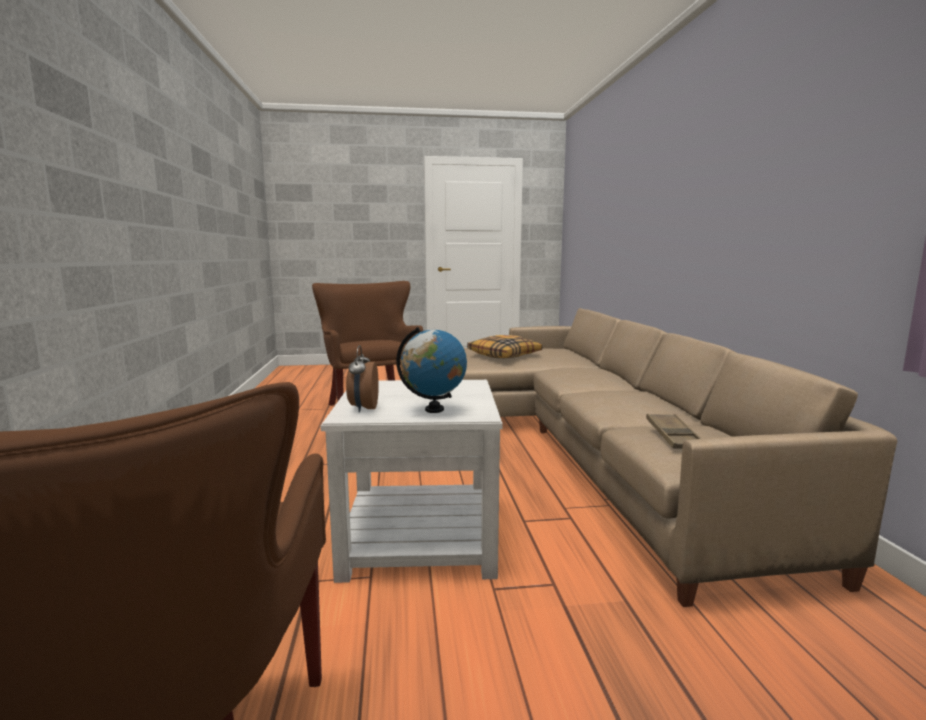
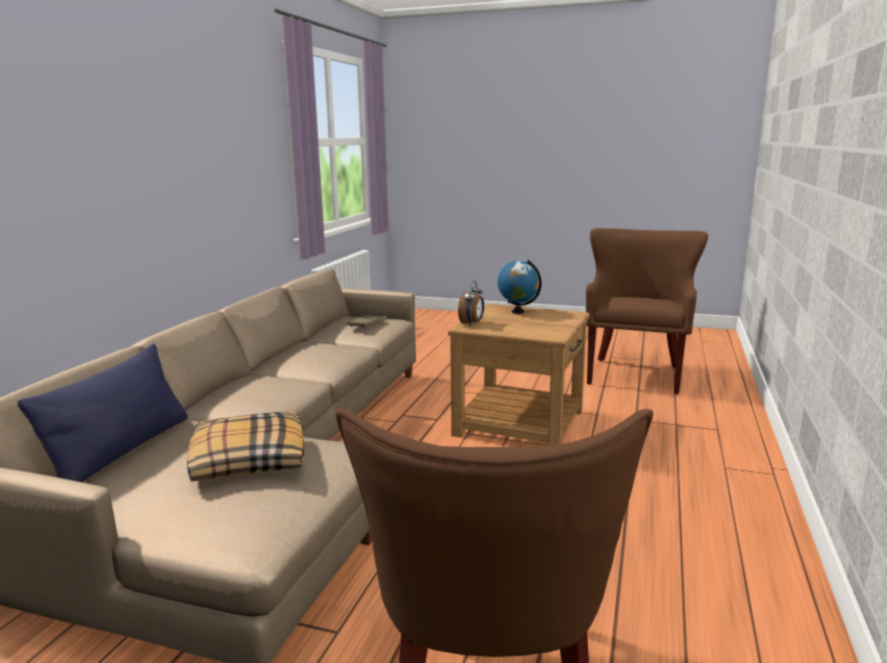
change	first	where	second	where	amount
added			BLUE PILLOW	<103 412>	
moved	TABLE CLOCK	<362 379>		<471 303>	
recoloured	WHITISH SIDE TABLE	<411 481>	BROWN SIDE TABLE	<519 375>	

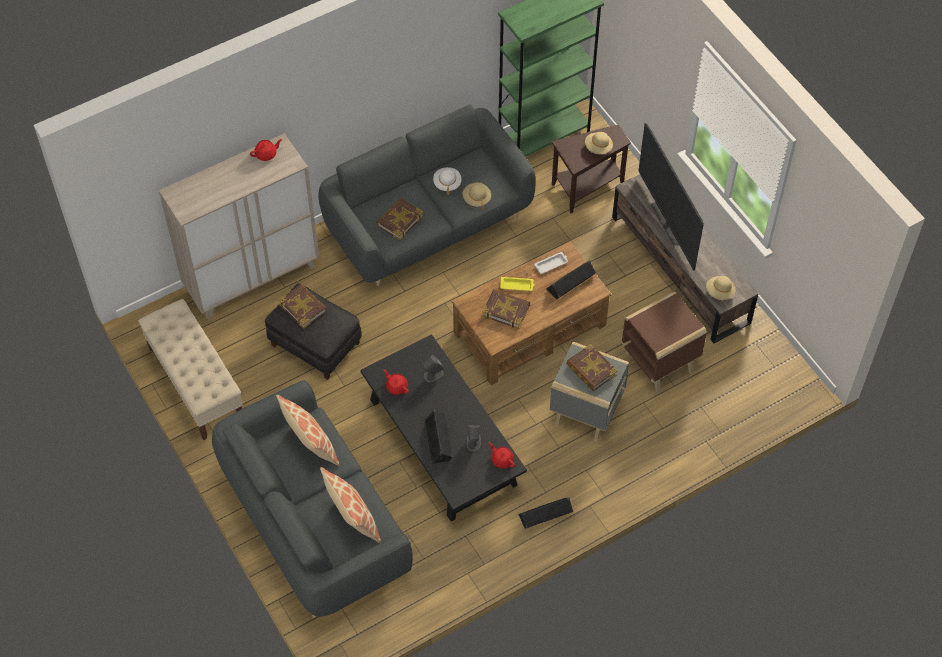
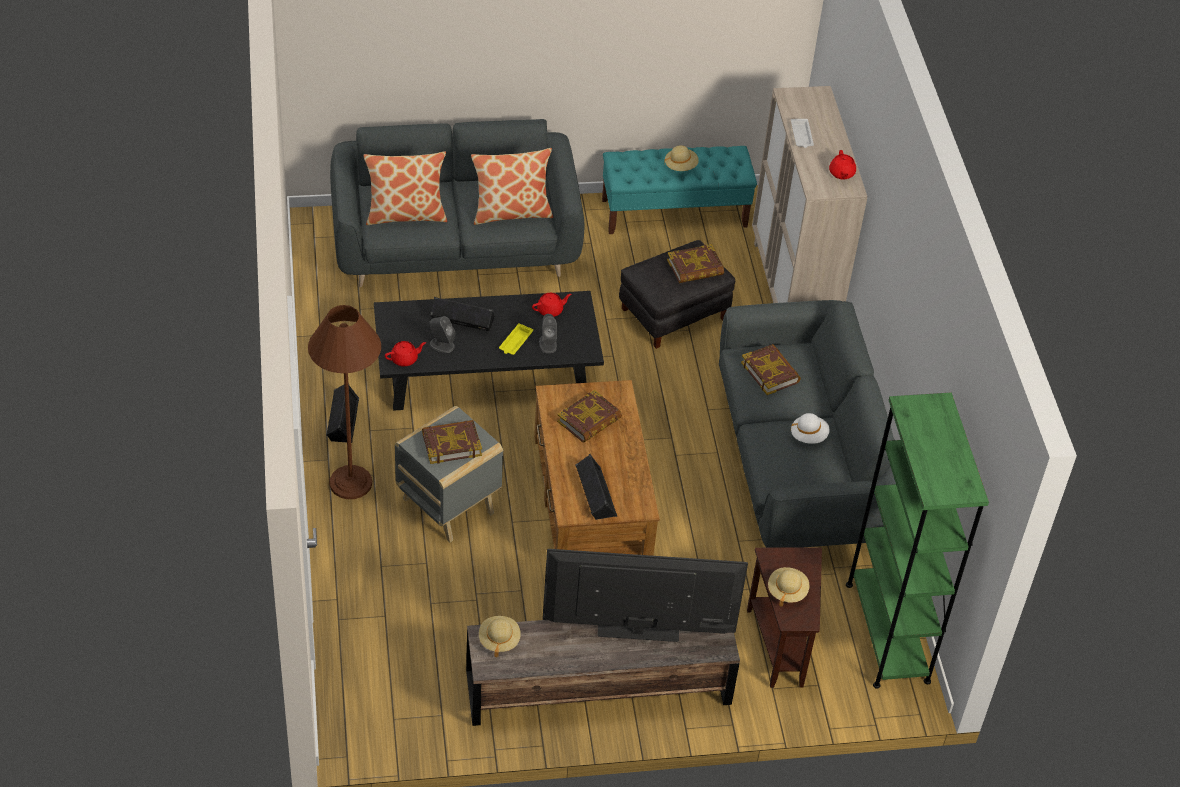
change	first	where	second	where	amount
removed	BROWN SIDE TABLE	<664 342>			
added			BROWN STANDARD LAMP	<344 402>	
moved	BEIGE-COLOURED WEARABLE HAT	<477 196>		<681 158>	
moved	YELLOW-COLOURED SERVING TRAY	<517 284>		<516 339>	
moved	WHITISH SERVING TRAY	<551 263>		<802 133>	
recoloured	BEIGE-COLOURED BENCH	<190 369>	TURQUOISE-COLOURED BENCH	<679 190>	

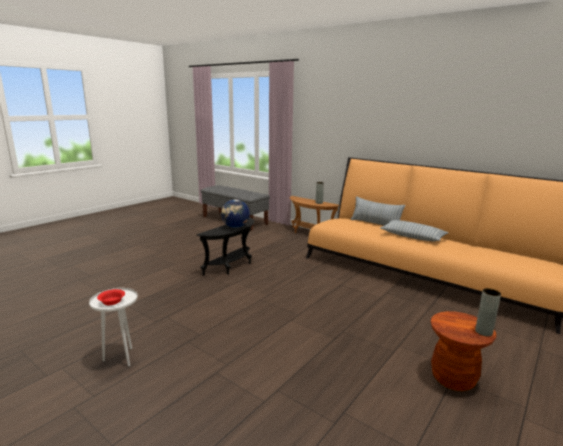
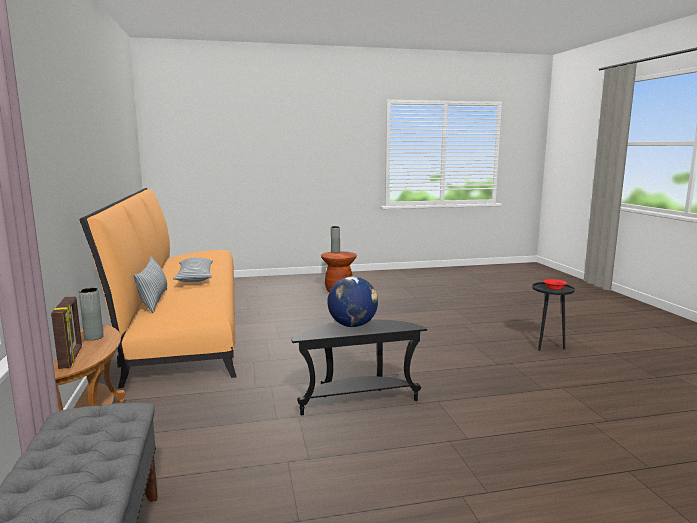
change	first	where	second	where	amount
added			PICTURE FRAME	<66 332>	
recoloured	WHITISH SIDE TABLE	<113 327>	BLACKISH SIDE TABLE	<553 316>	

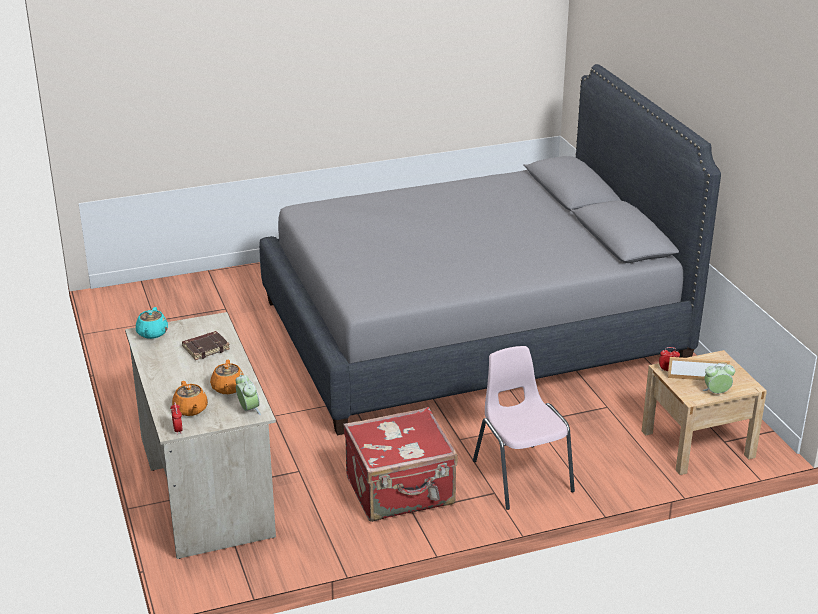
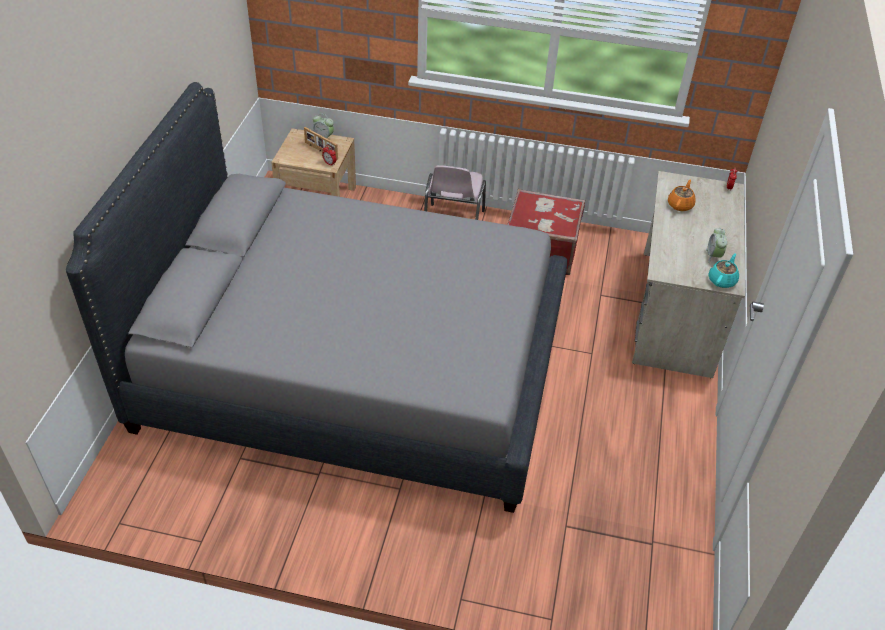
change	first	where	second	where	amount
removed	ORANGEY TEA POT	<190 398>			
removed	BROWN VOLUME	<206 345>			
moved	TABLE CLOCK	<248 395>		<716 245>	

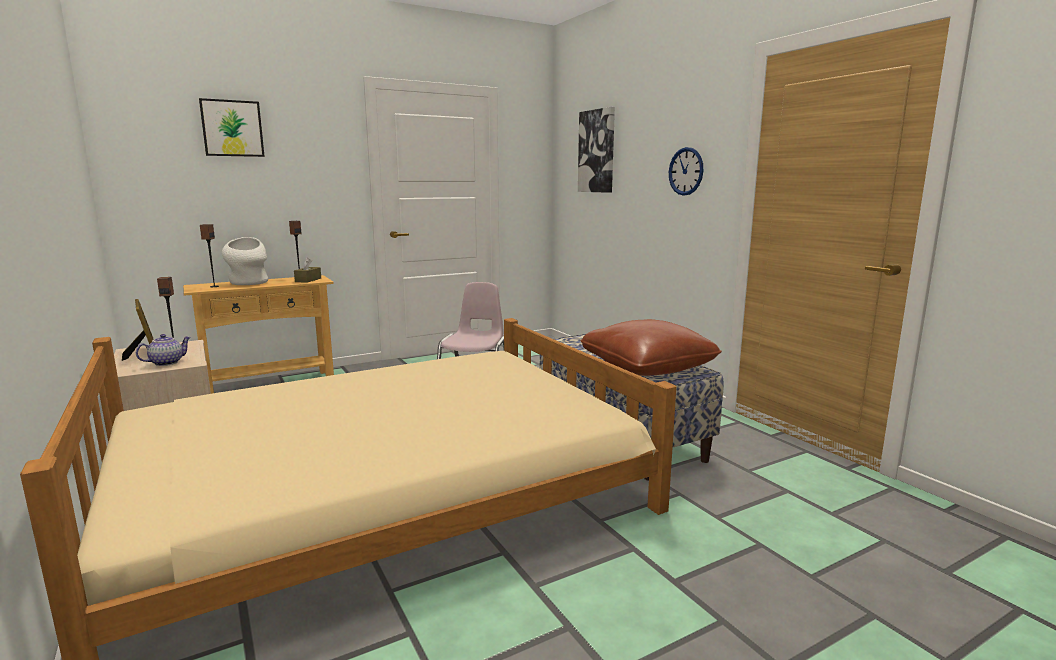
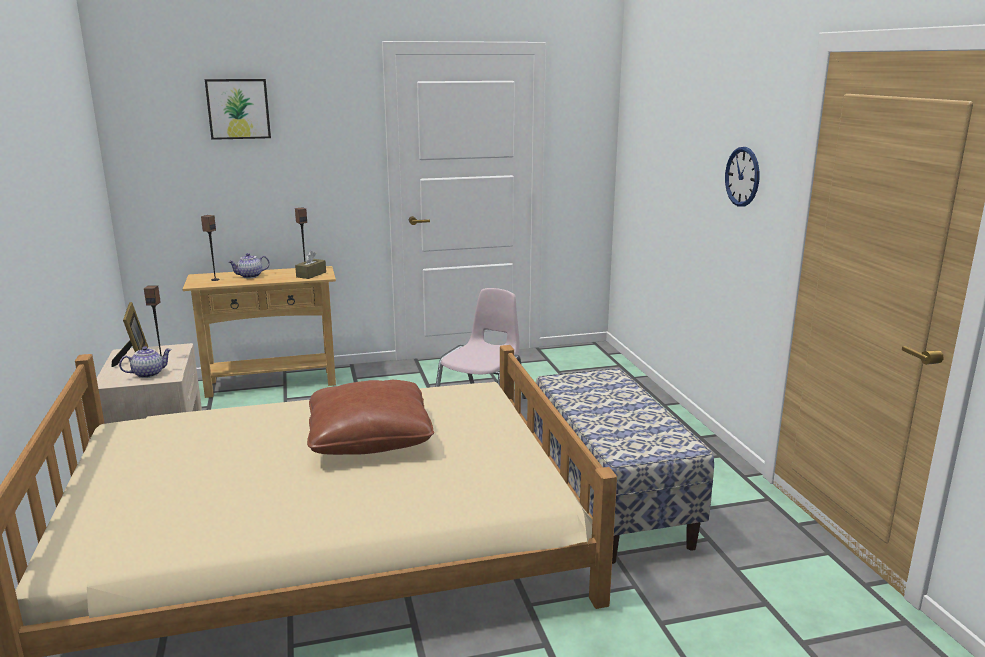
change	first	where	second	where	amount
removed	PICTURE	<596 150>			
moved	BROWN PILLOW	<651 347>		<370 417>	
replaced	WHITISH FLOWER VASE	<245 261>	TEA POT	<249 265>	

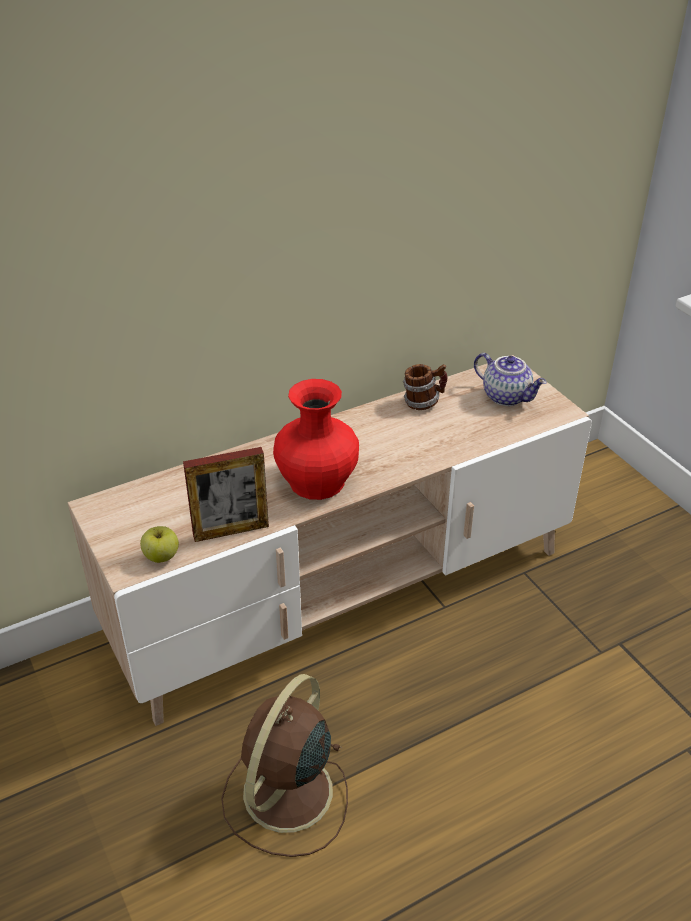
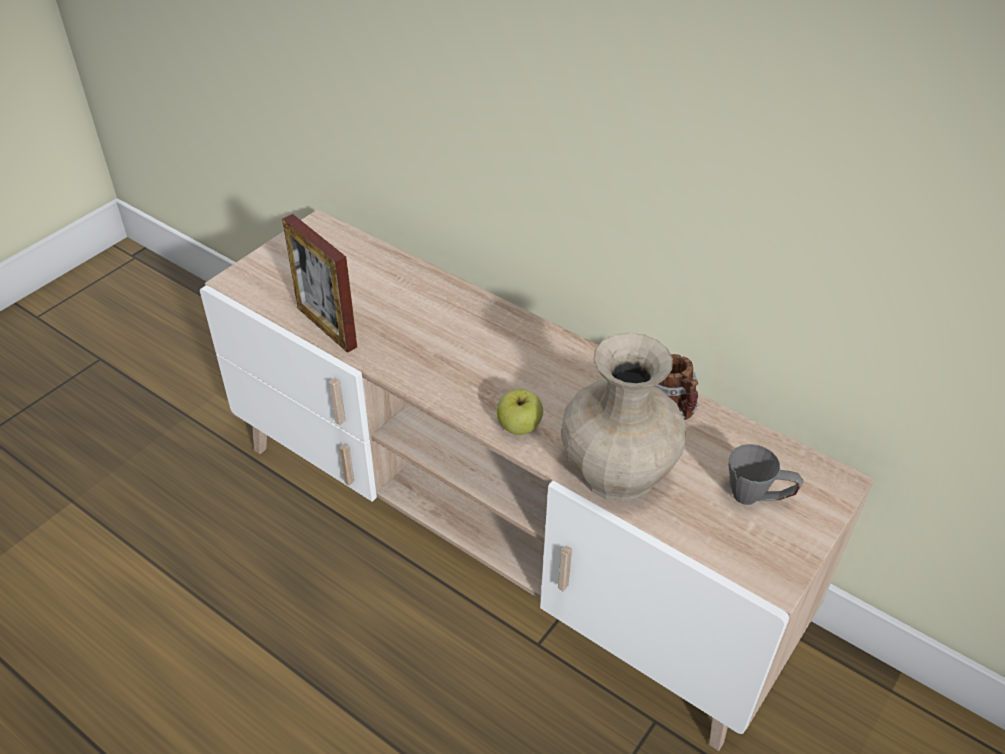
change	first	where	second	where	amount
removed	BROWN FAN	<284 765>			
removed	REDDISH FLOWER VASE	<316 439>			
added			BEIGE-COLOURED FLOWER VASE	<623 417>	
moved	APPLE FRUIT	<159 544>		<520 412>	
replaced	TEA POT	<510 379>	GRAY TEA MUG	<766 474>	

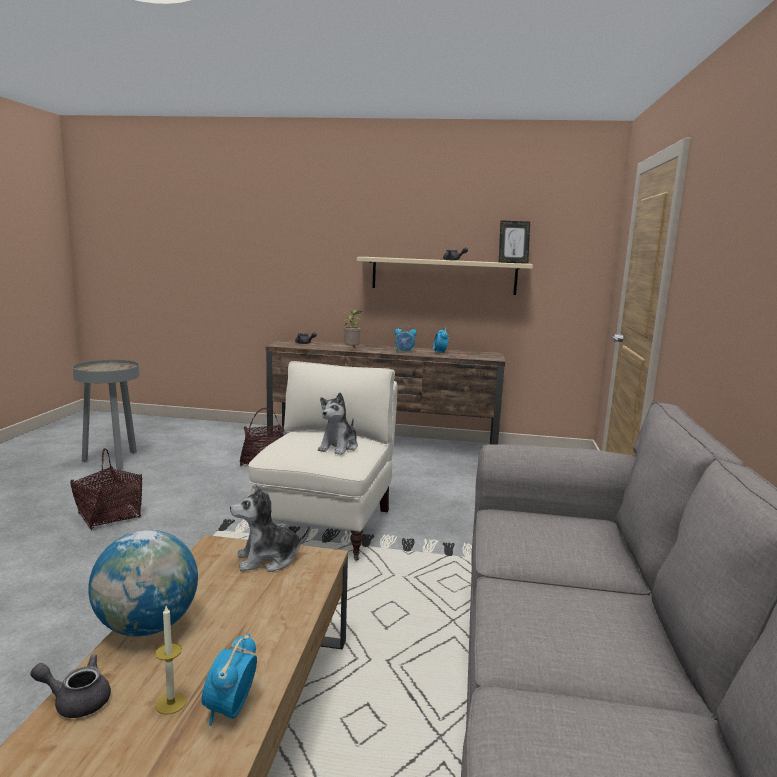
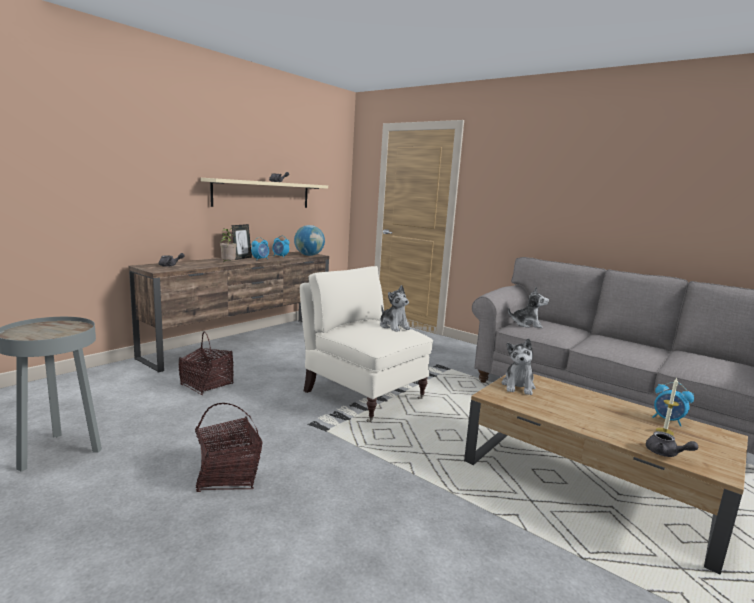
change	first	where	second	where	amount
added			PLUSH TOY	<528 307>	
moved	GLOBE	<143 583>		<309 240>	
moved	PICTURE FRAME	<514 242>		<242 242>	
turned	GRAY TEA POT	<70 686>		<672 444>	75 degrees counterclockwise

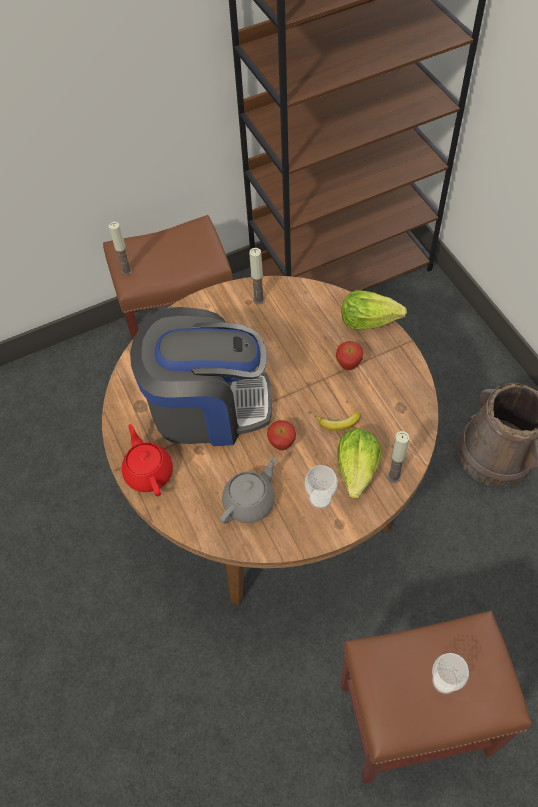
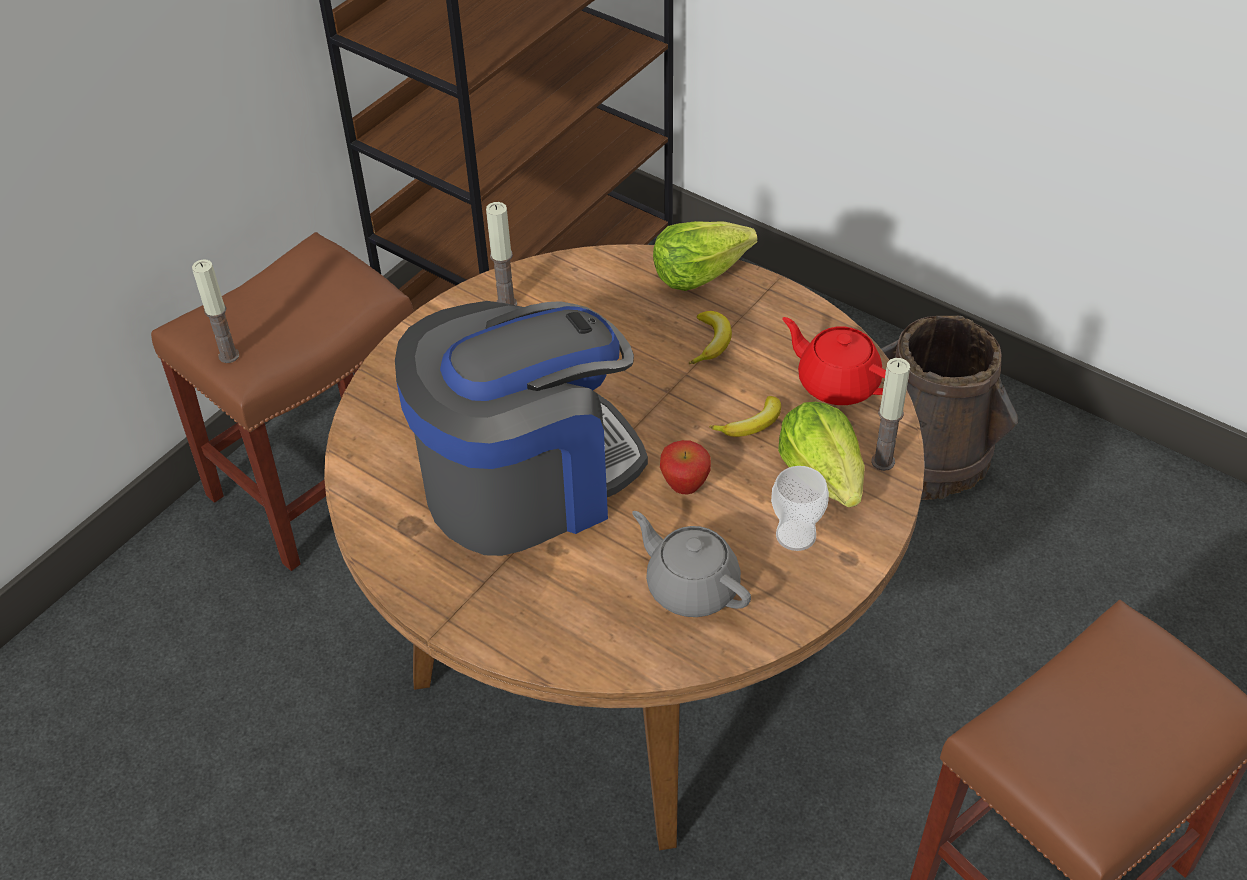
change	first	where	second	where	amount
removed	CUP	<450 673>			
moved	REDDISH TEA POT	<147 460>		<834 361>	
replaced	APPLE FRUIT	<349 355>	BANANA	<710 337>	
turned	GRAY TEA POT	<248 490>		<691 564>	60 degrees counterclockwise

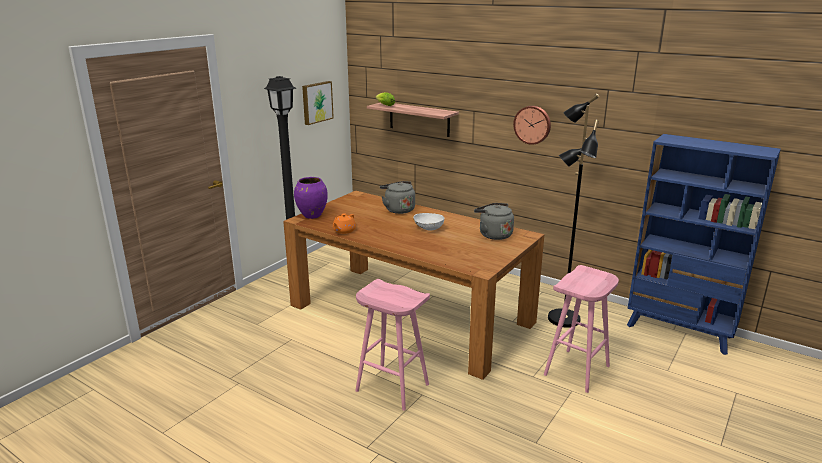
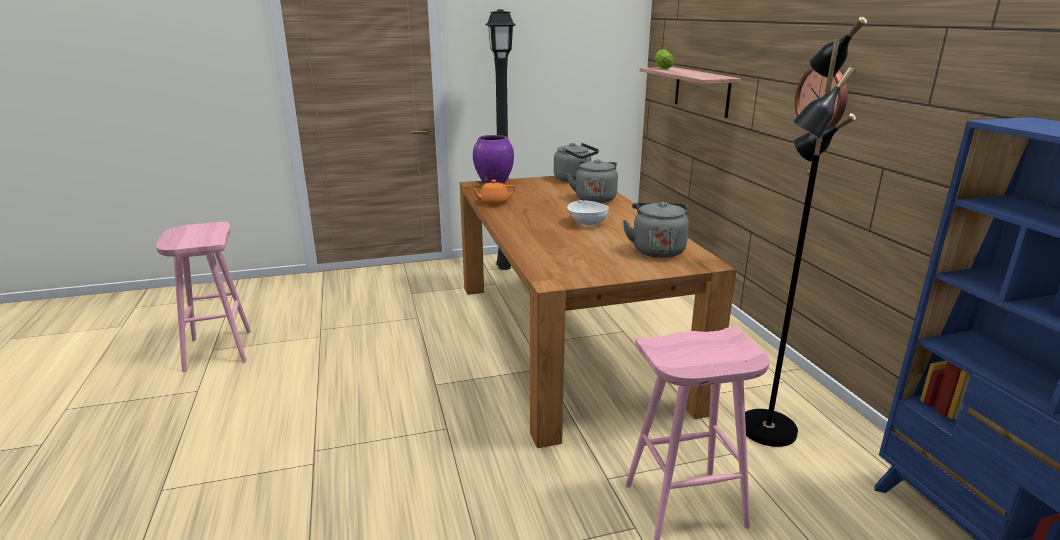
change	first	where	second	where	amount
removed	PICTURE	<318 103>			
added			GRAY TEA KETTLE	<576 162>	
moved	PINK STOOL SEAT	<392 345>		<203 297>	

